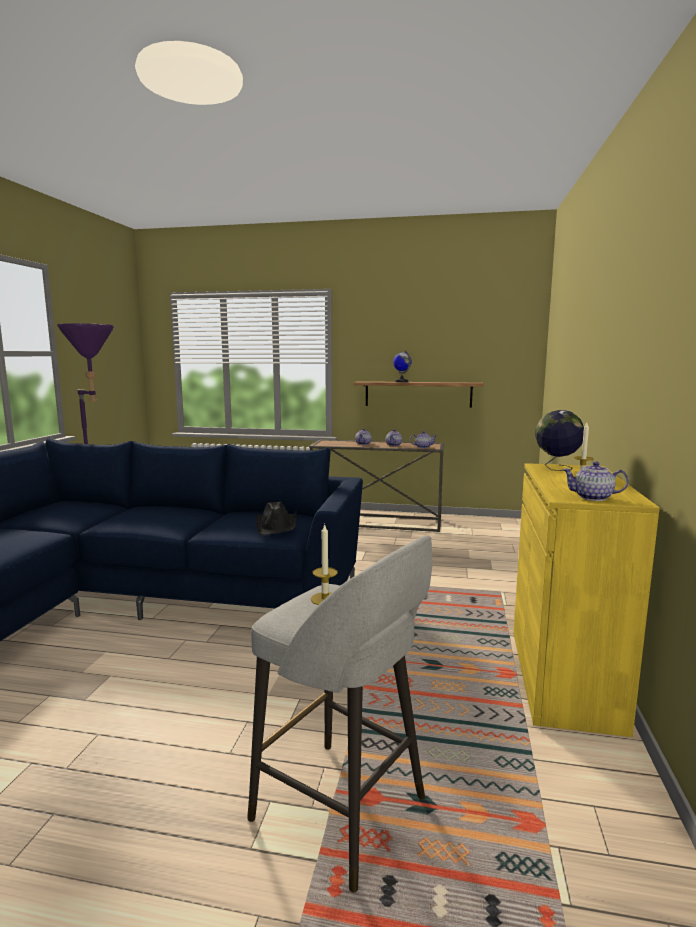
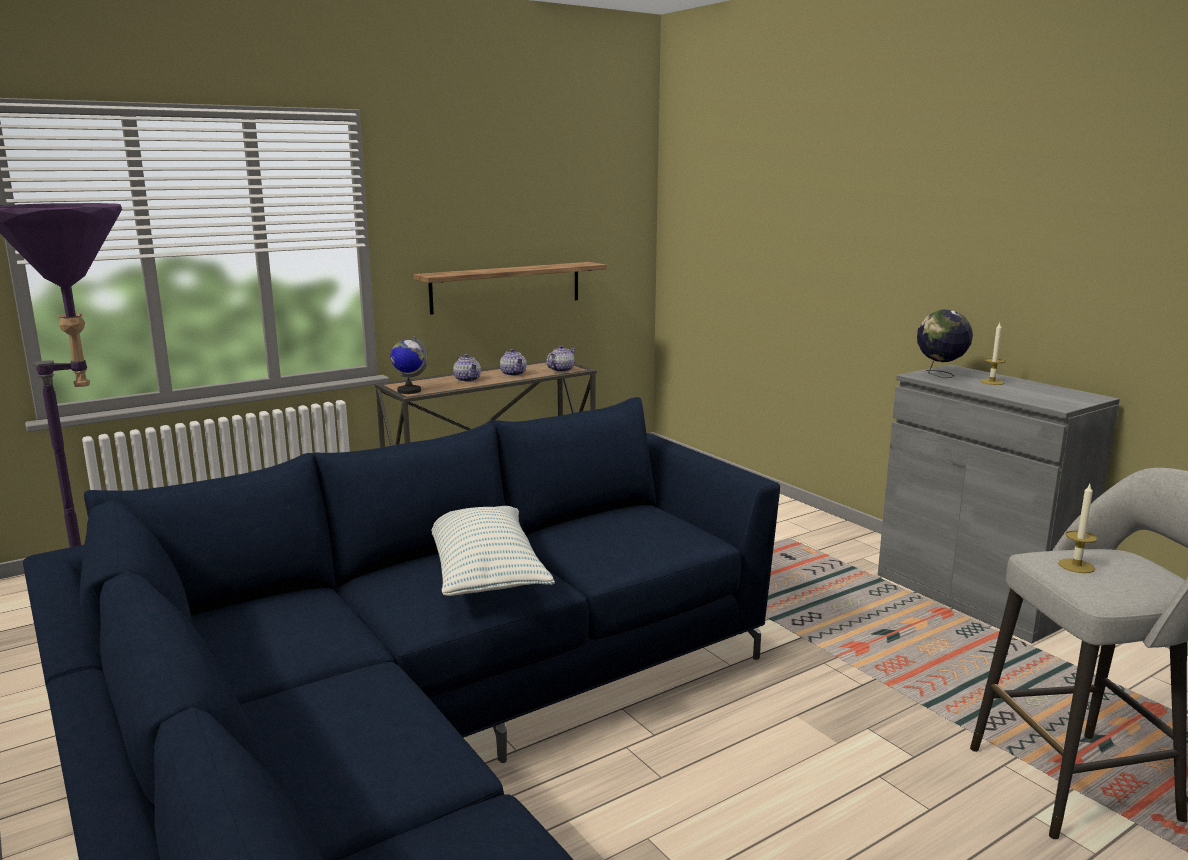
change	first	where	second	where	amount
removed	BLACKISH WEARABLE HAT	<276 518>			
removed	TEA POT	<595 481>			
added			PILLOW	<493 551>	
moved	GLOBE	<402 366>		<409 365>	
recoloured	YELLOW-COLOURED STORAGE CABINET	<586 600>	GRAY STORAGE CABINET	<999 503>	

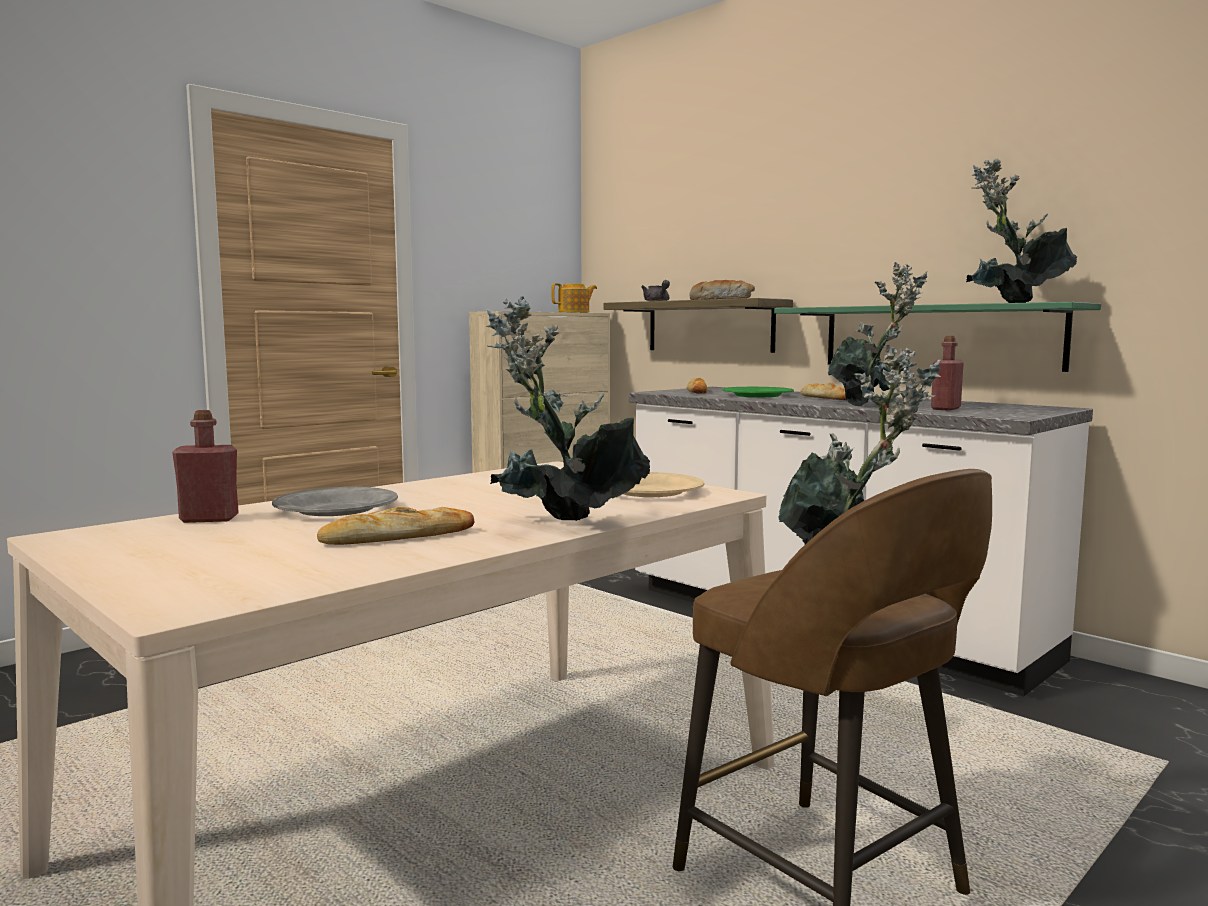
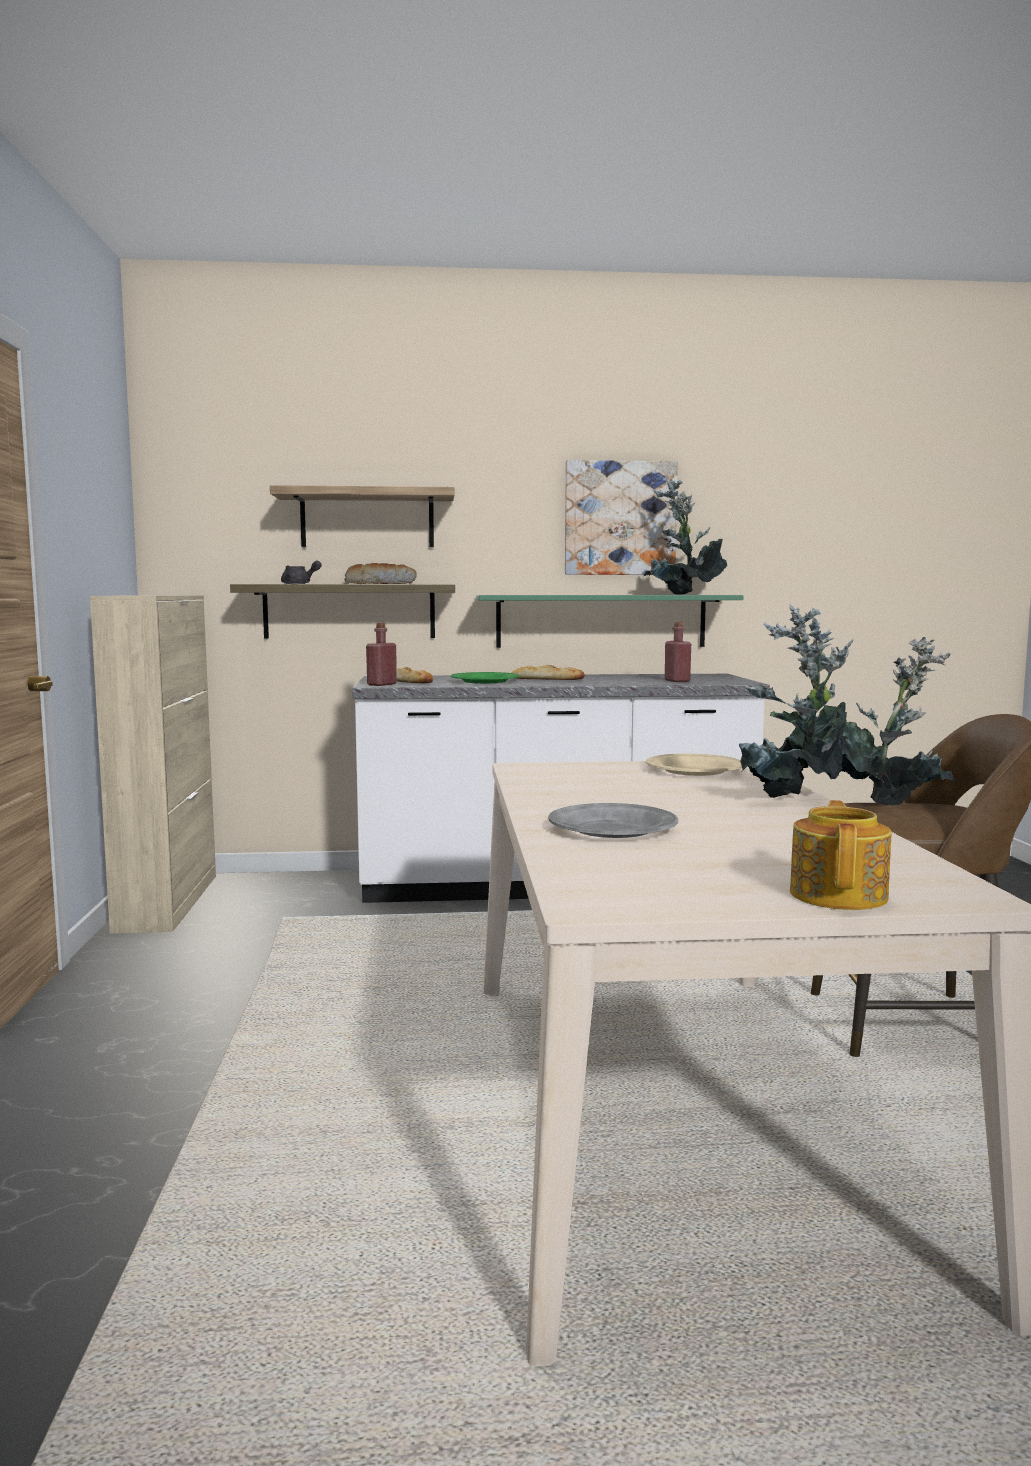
change	first	where	second	where	amount
removed	BAKERY BREAD	<396 526>			
removed	HOUSEPLANT	<877 334>			
added			SHELF	<362 516>	
added			PICTURE	<621 517>	
moved	REDDISH BEVERAGE BOTTLE	<205 466>		<381 654>	
moved	TEA POT	<574 298>		<841 855>	

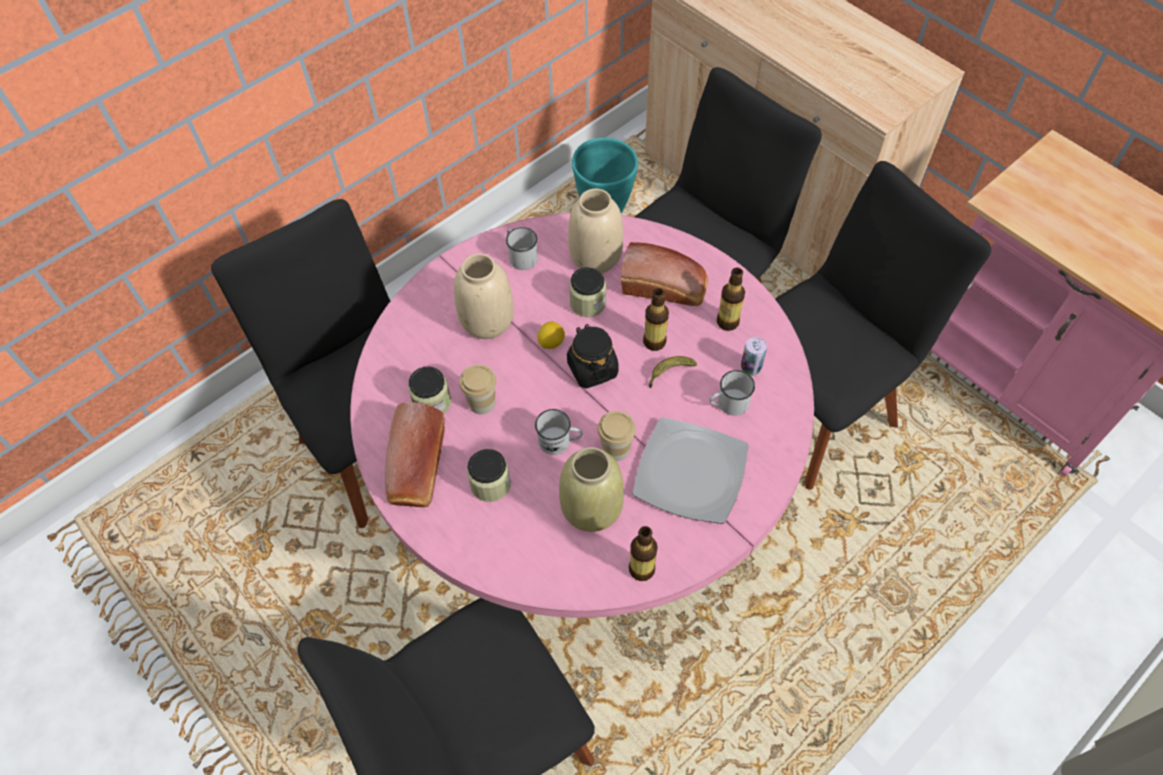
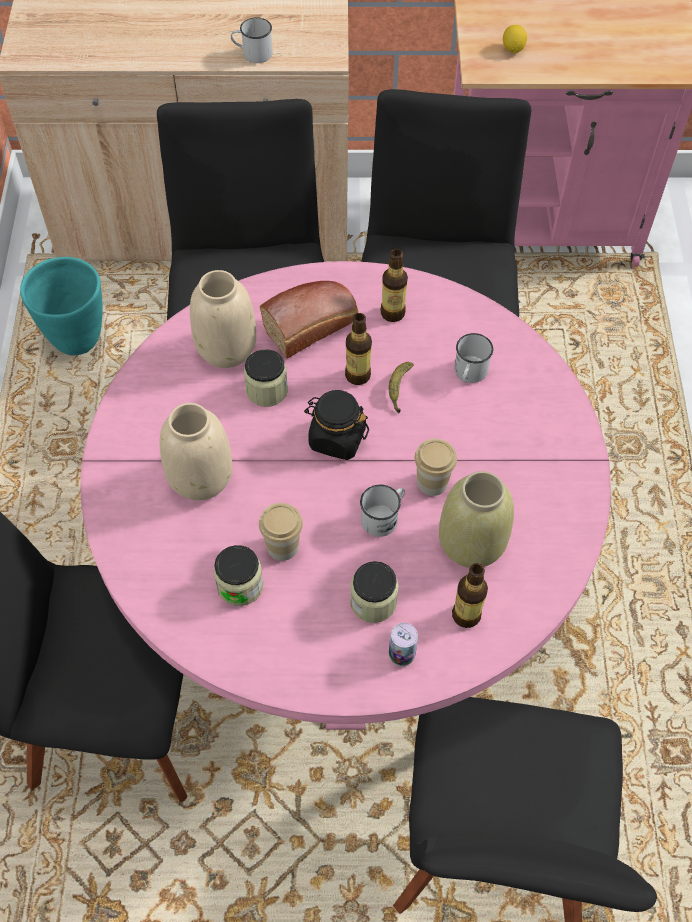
change	first	where	second	where	amount
removed	BAKERY BREAD	<415 454>			
removed	DINNER PLATE	<690 470>			
moved	WHITISH TEA MUG	<522 248>		<251 40>	
moved	LEMON	<551 335>		<515 39>	
moved	BEVERAGE BOTTLE	<643 553>		<470 595>	
moved	SEALED CAN	<754 356>		<403 645>	

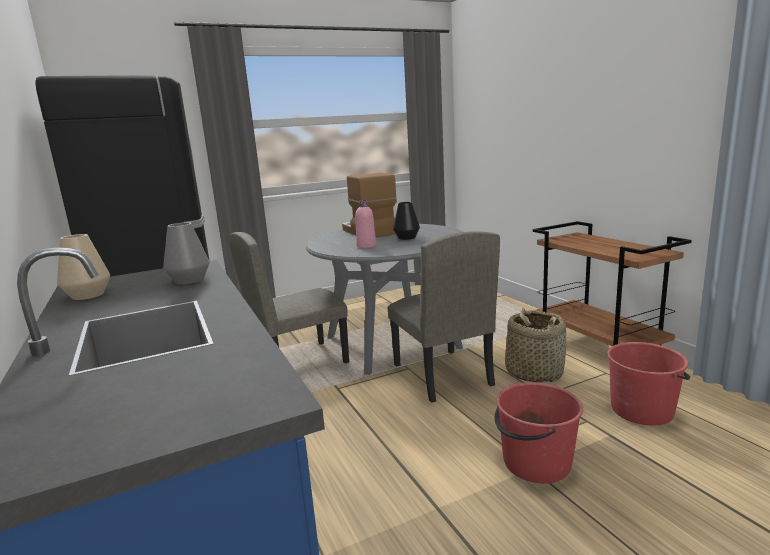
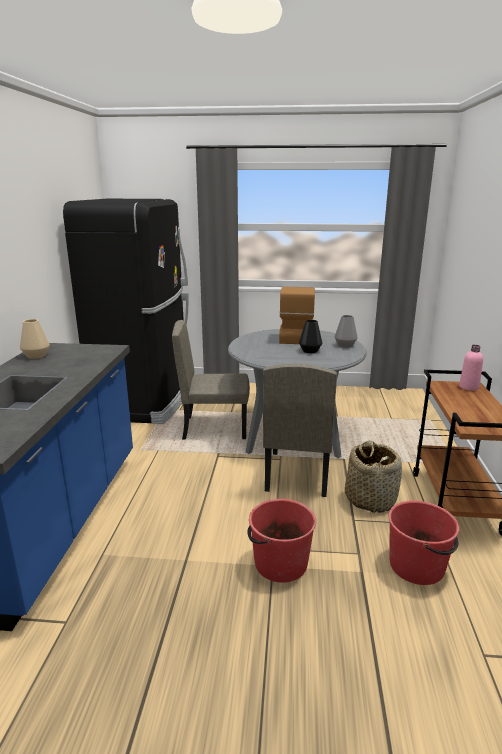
change	first	where	second	where	amount
moved	GRAY FLOWER VASE	<186 253>		<346 331>	
moved	PINK BEVERAGE BOTTLE	<365 224>		<471 368>	

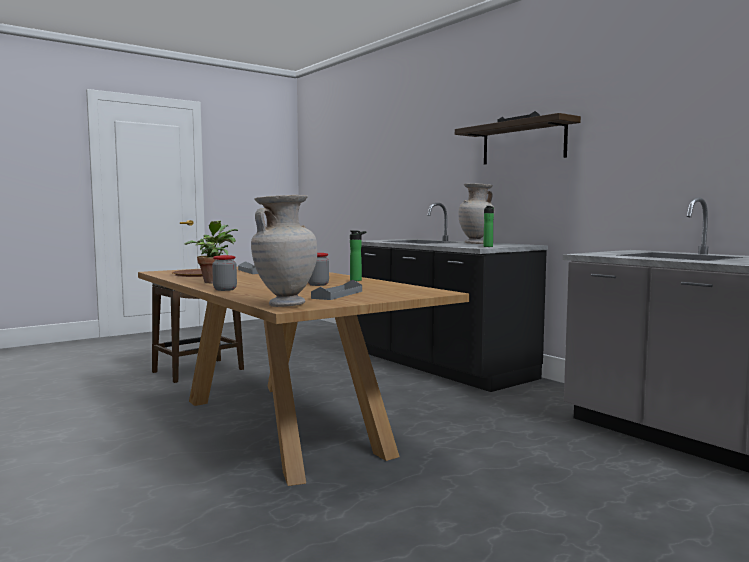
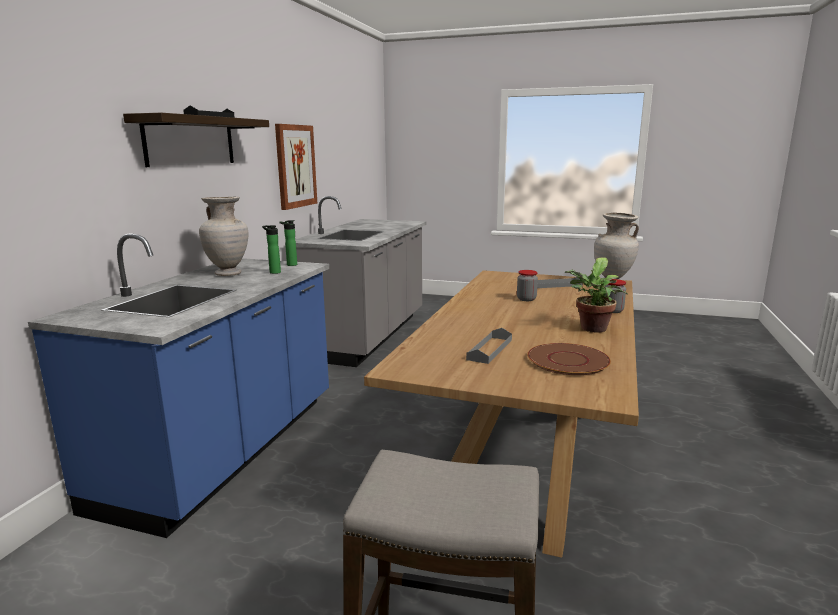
change	first	where	second	where	amount
added			PICTURE	<296 167>	
moved	BEVERAGE BOTTLE	<358 255>		<271 249>	
recoloured	BLACKISH COUNTER	<452 297>	BLUE COUNTER	<178 385>	

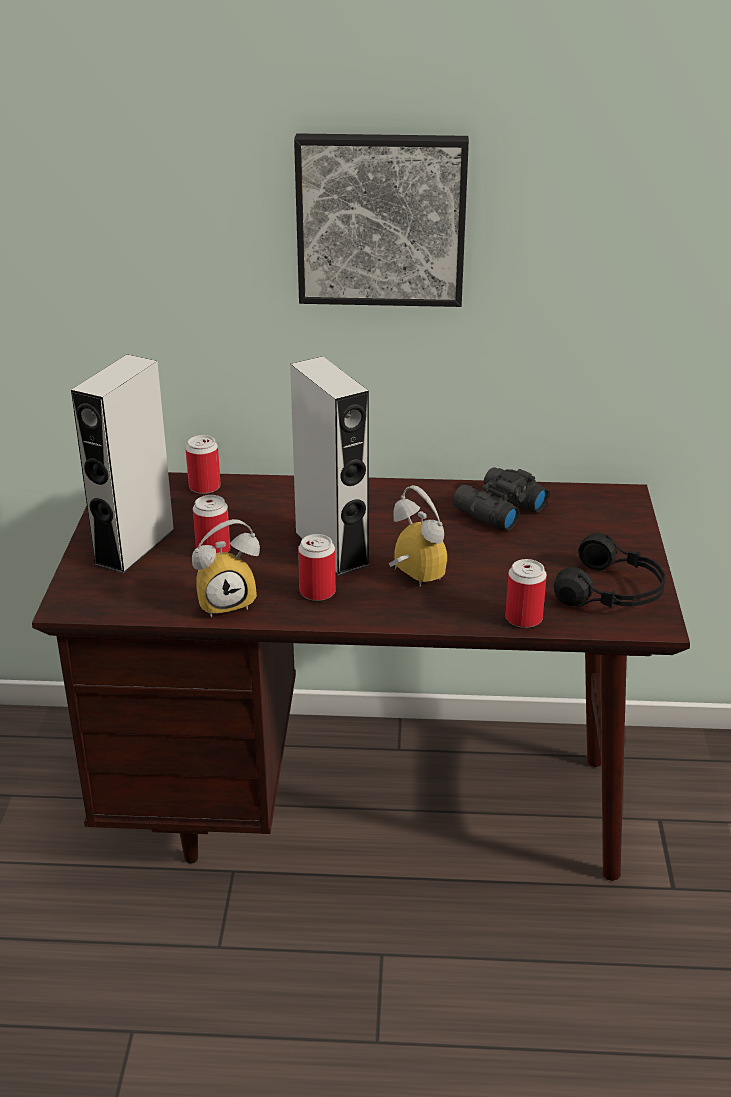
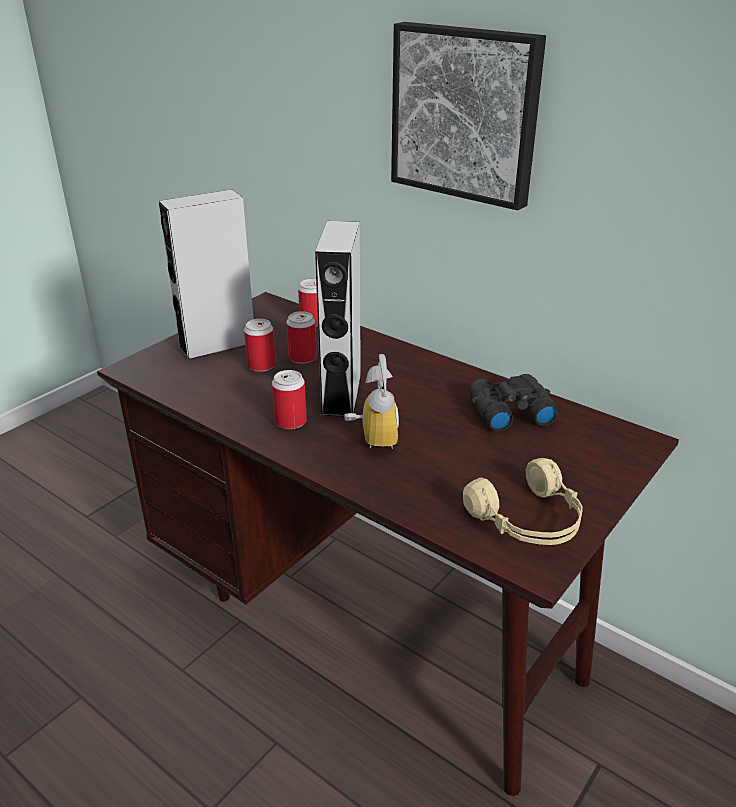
change	first	where	second	where	amount
removed	TABLE CLOCK	<226 568>			
moved	SEALED CAN	<526 593>		<301 337>	
recoloured	BLACKISH HEADPHONES	<609 570>	BEIGE-COLOURED HEADPHONES	<523 501>	

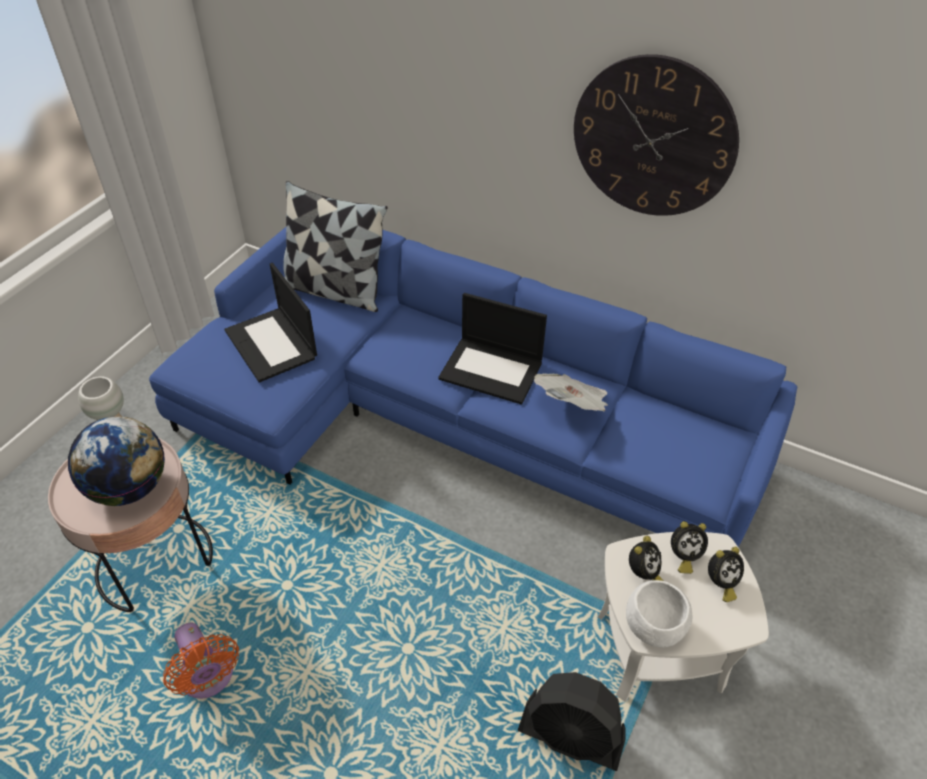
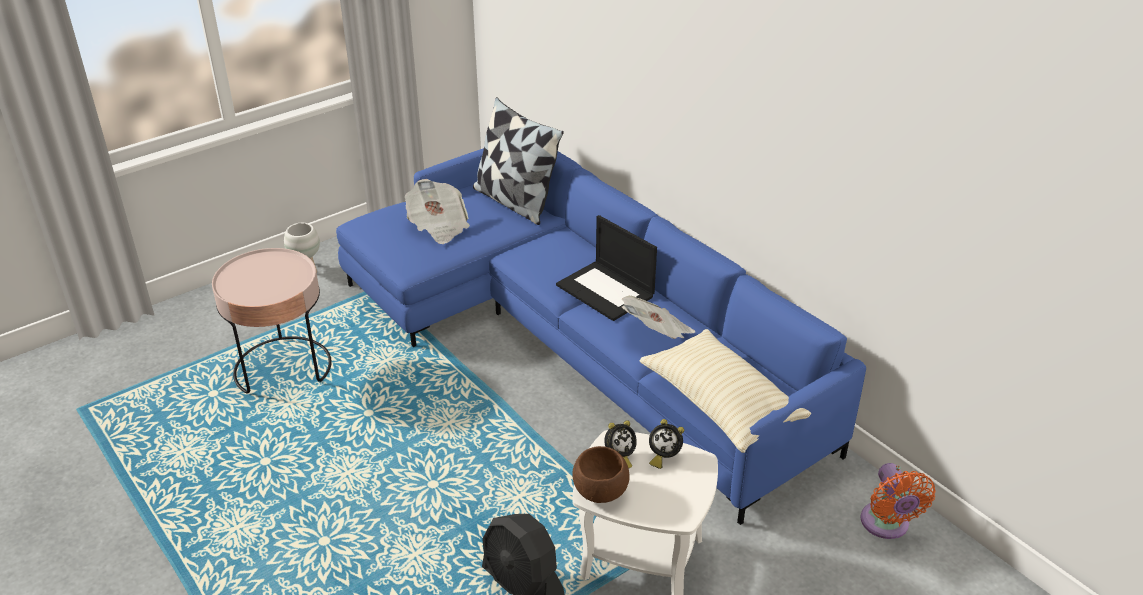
change	first	where	second	where	amount
removed	GLOBE	<116 461>			
removed	CLOCK ON THE WALL	<656 135>			
removed	TABLE CLOCK	<726 574>			
added			BEIGE-COLOURED PILLOW	<725 391>	
moved	ORANGEY FAN	<201 661>		<898 501>	
replaced	NOTEBOOK COMPUTER	<270 322>	DAILY PAPER	<437 211>	
recoloured	WHITISH BOWL	<659 613>	BROWN BOWL	<601 474>	

